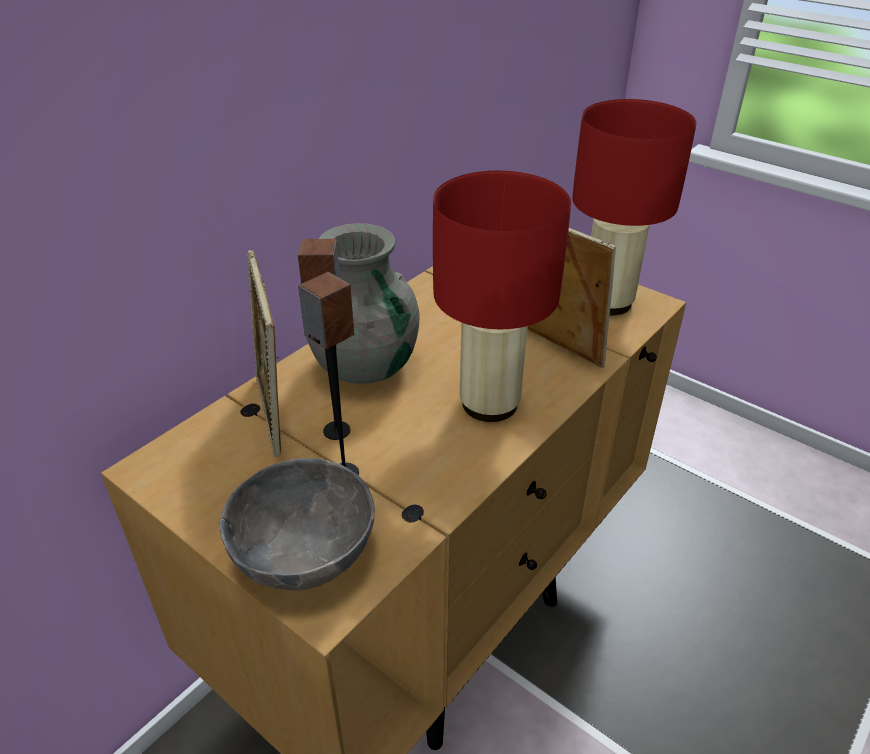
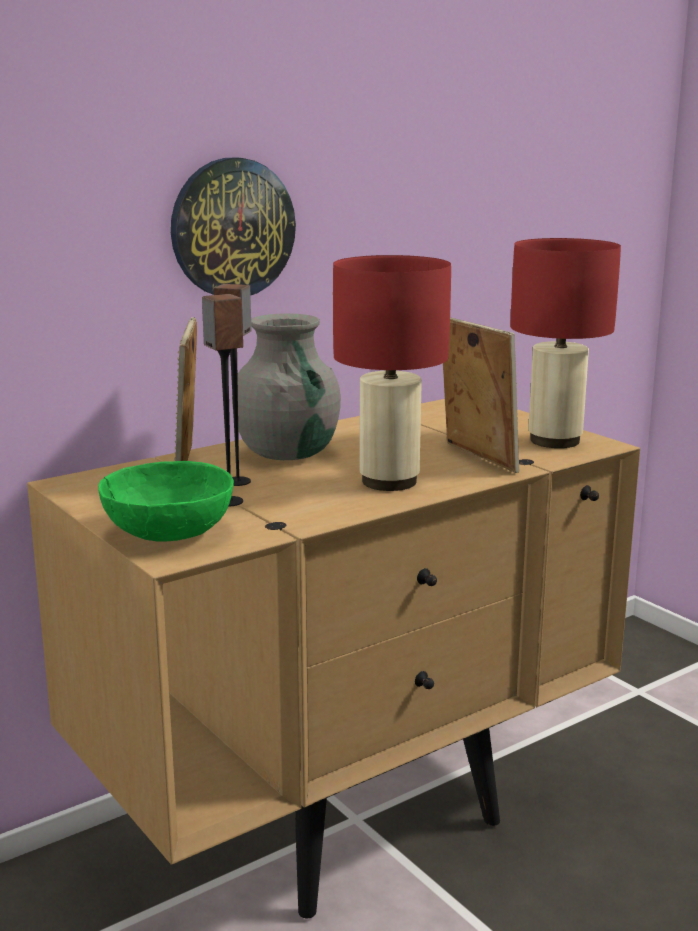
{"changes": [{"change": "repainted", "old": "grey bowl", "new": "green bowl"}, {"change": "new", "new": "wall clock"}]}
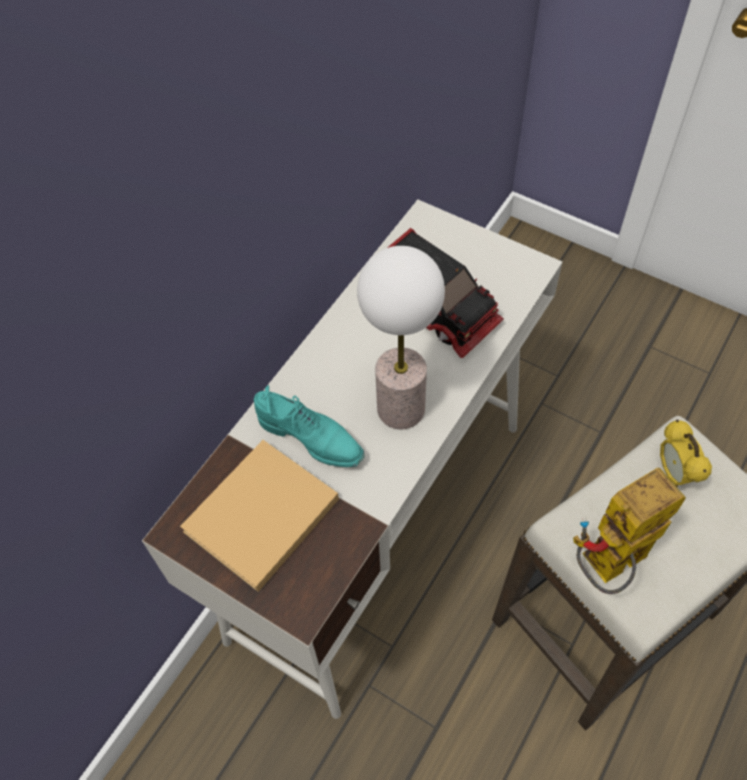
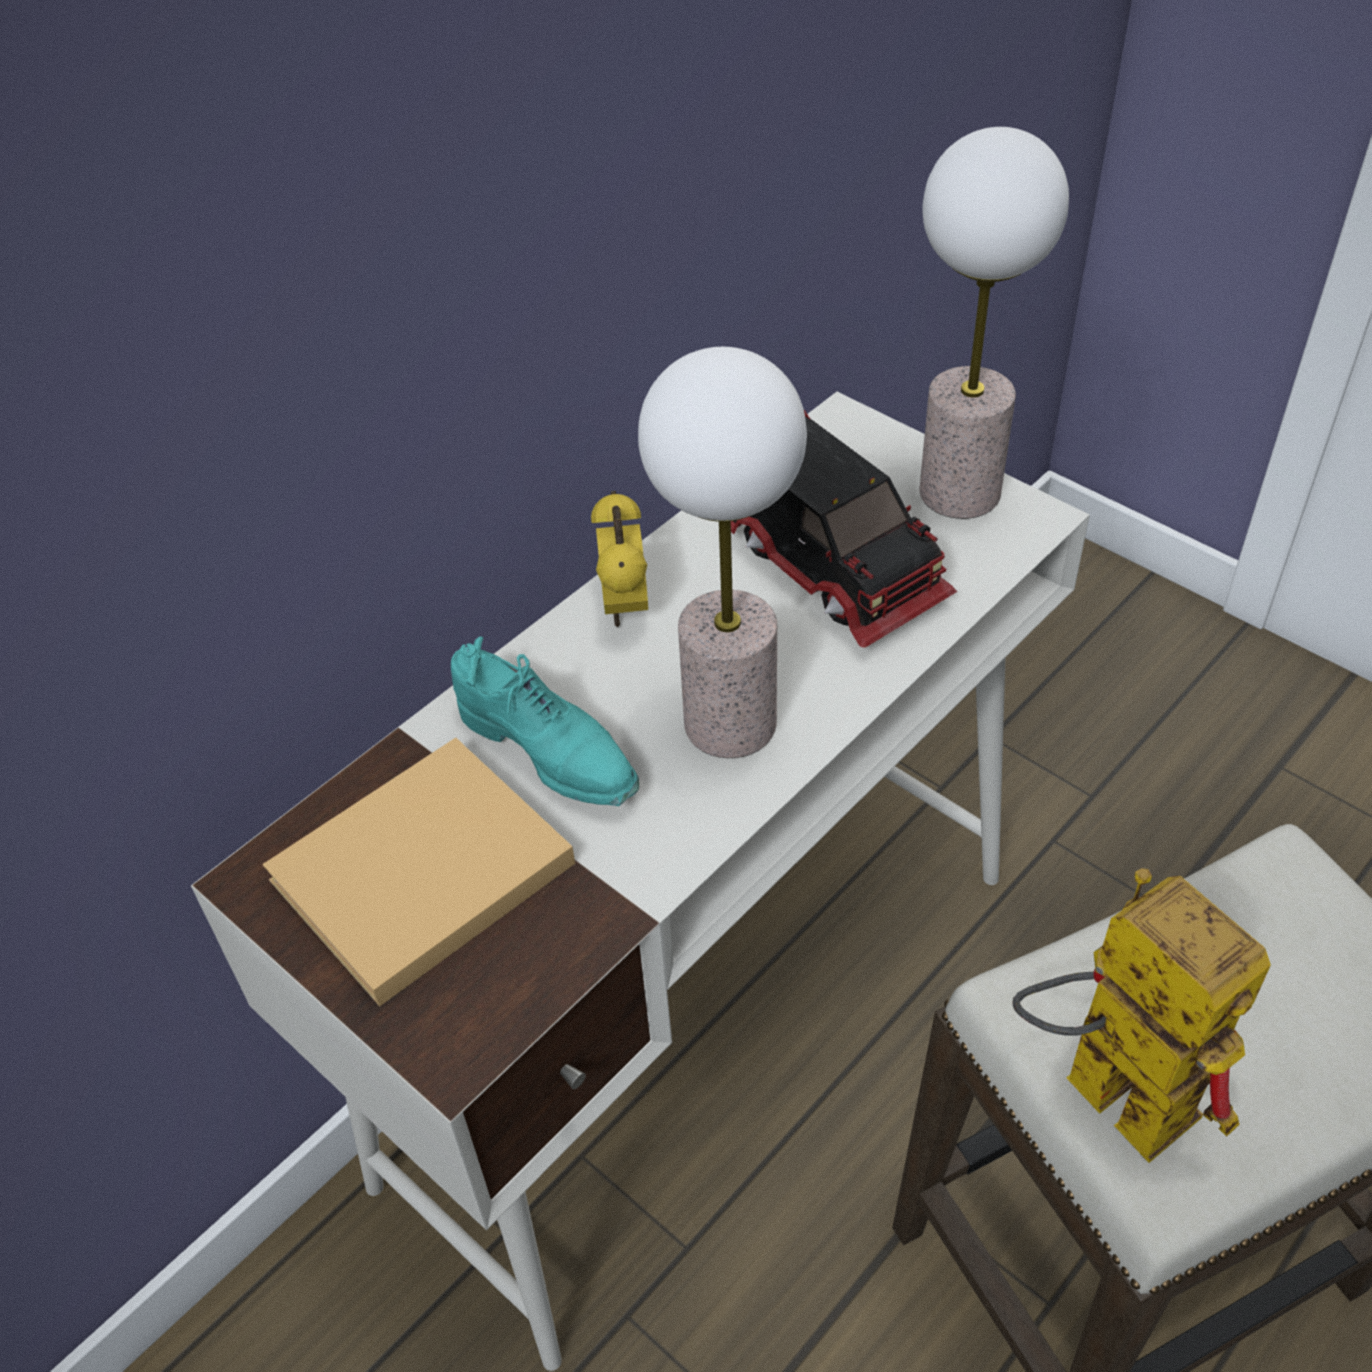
{"changes": [{"change": "shifted", "old": "alarm clock"}, {"change": "new", "new": "table lamp (no. 2 from left)"}, {"change": "rotated", "old": "toy robot", "degrees": 75}]}
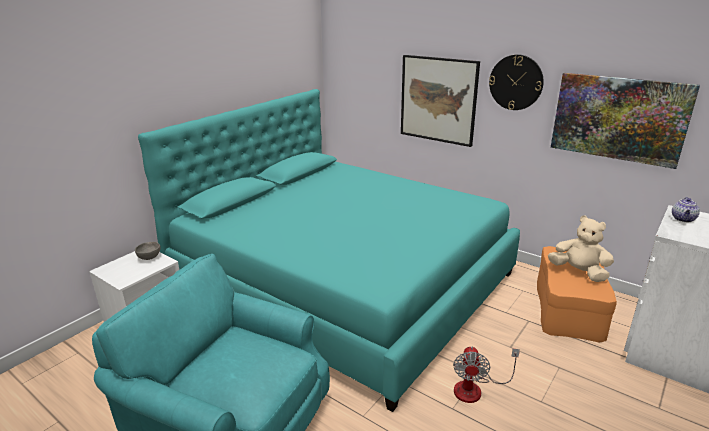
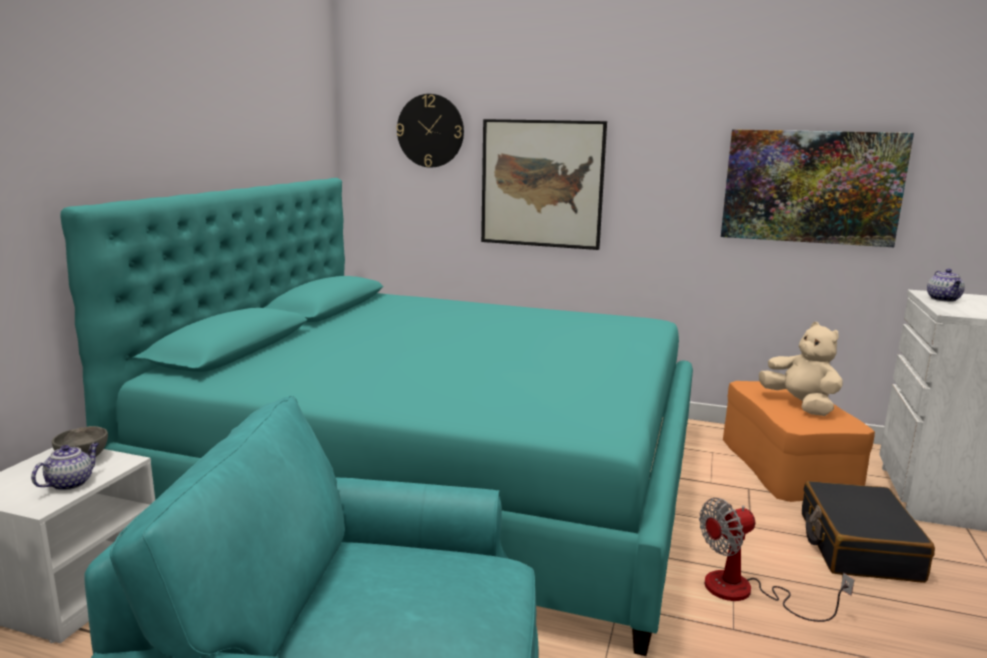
{"changes": [{"change": "new", "new": "teapot (no. 1 from left)"}, {"change": "shifted", "old": "wall clock"}, {"change": "rotated", "old": "fan", "degrees": 75}, {"change": "rotated", "old": "beige plush toy", "degrees": 45}, {"change": "new", "new": "black suitcase"}]}
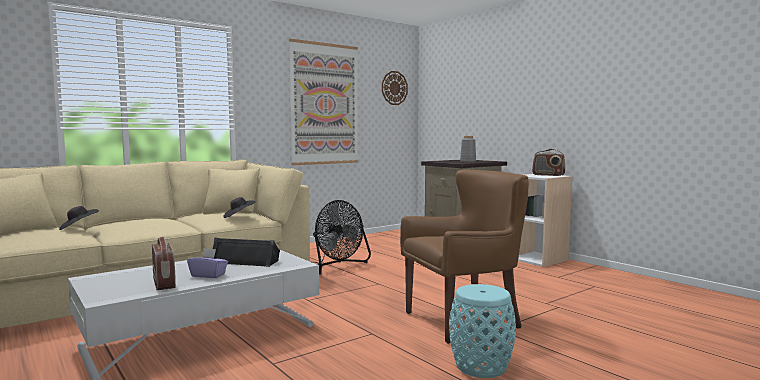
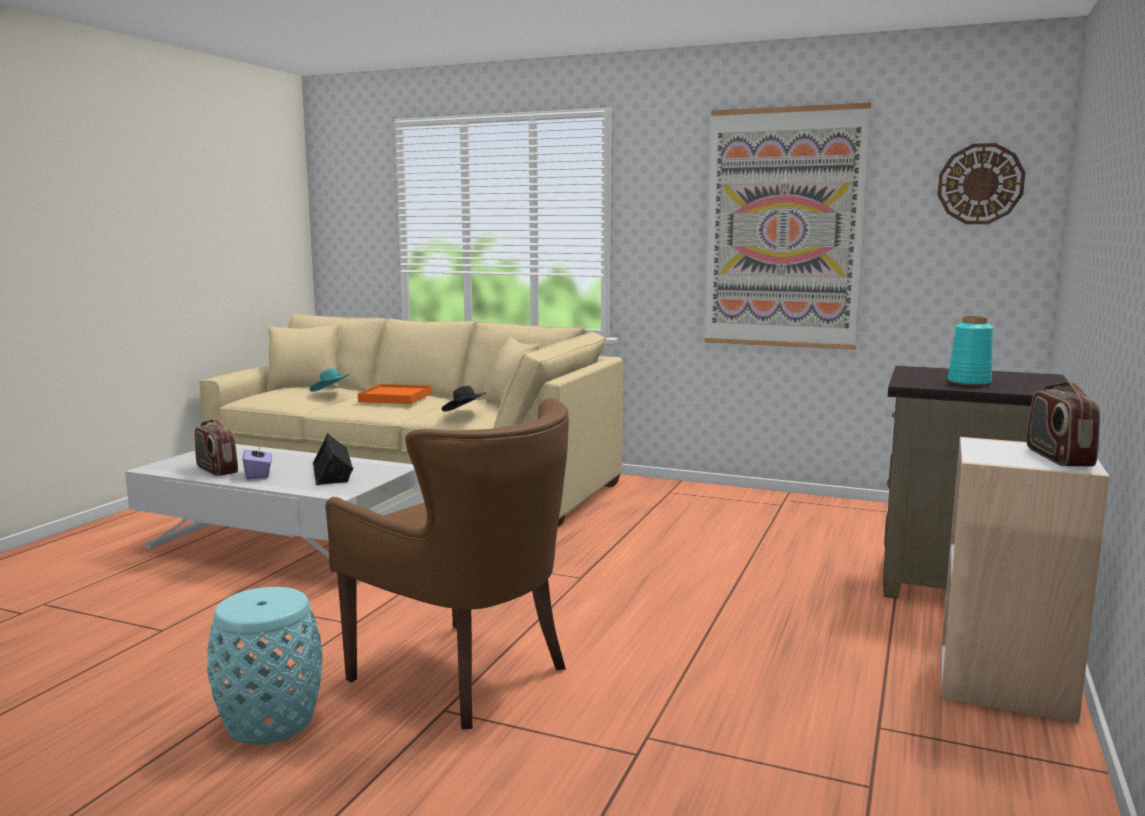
{"changes": [{"change": "rotated", "old": "radio (no. 1 from left)", "degrees": 105}, {"change": "repainted", "old": "black hat (no. 1 from left)", "new": "turquoise hat"}, {"change": "new", "new": "orange tray"}, {"change": "repainted", "old": "grey vase", "new": "turquoise vase"}, {"change": "gone", "old": "black fan"}]}
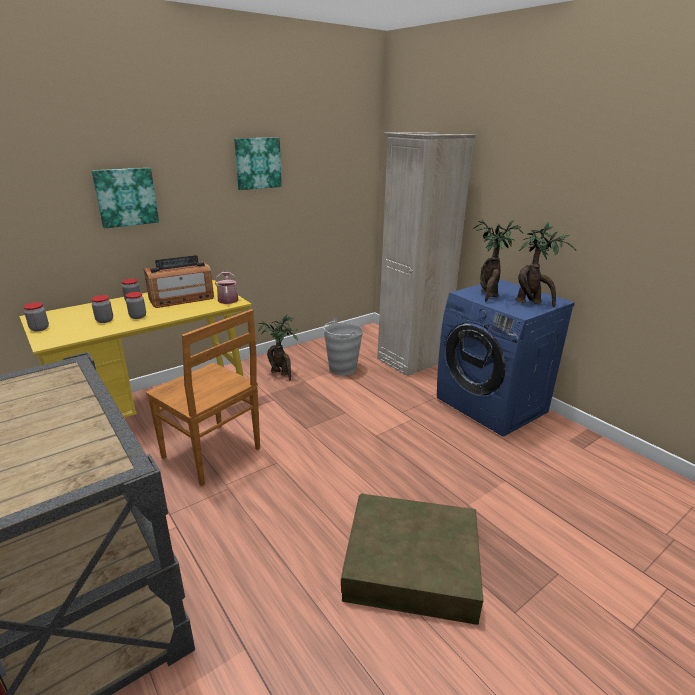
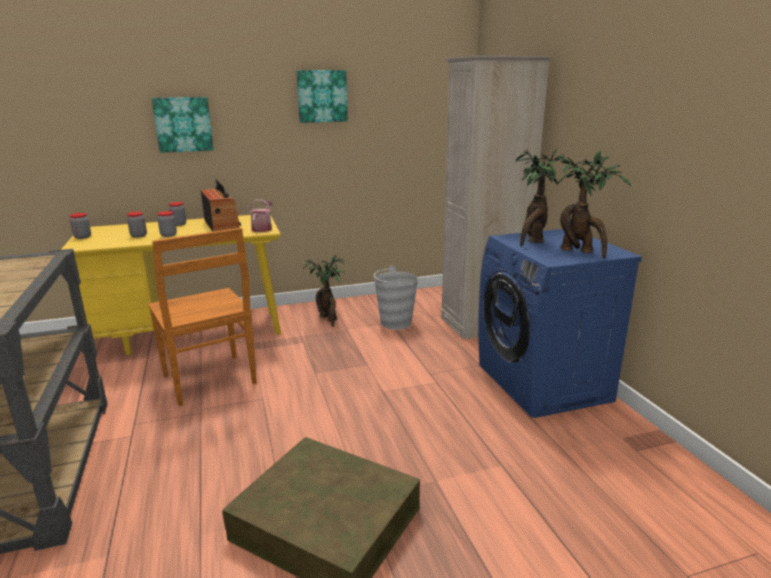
{"changes": [{"change": "rotated", "old": "radio", "degrees": -105}]}
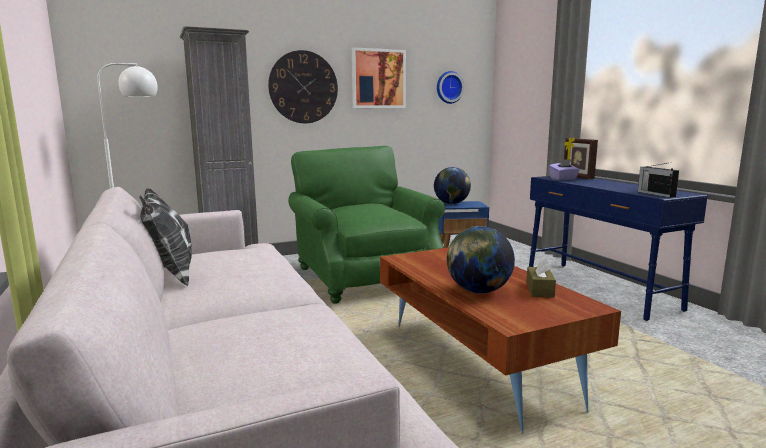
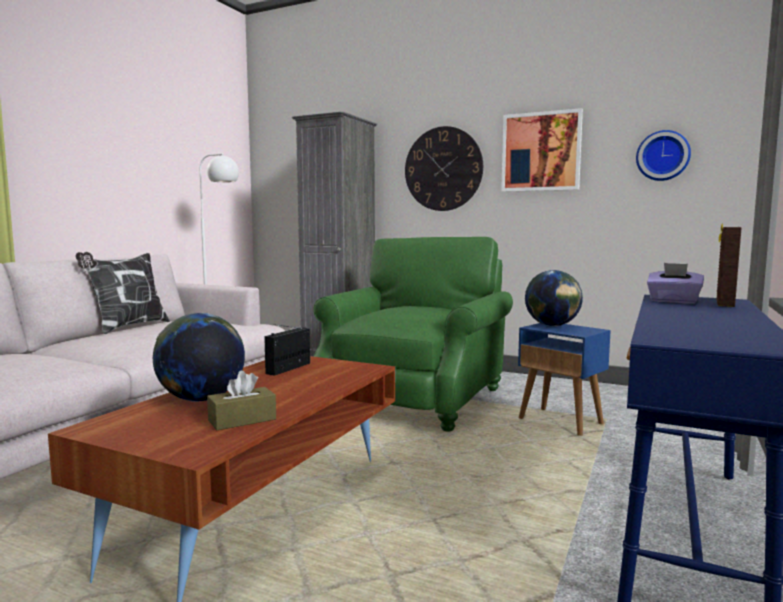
{"changes": [{"change": "shifted", "old": "radio"}]}
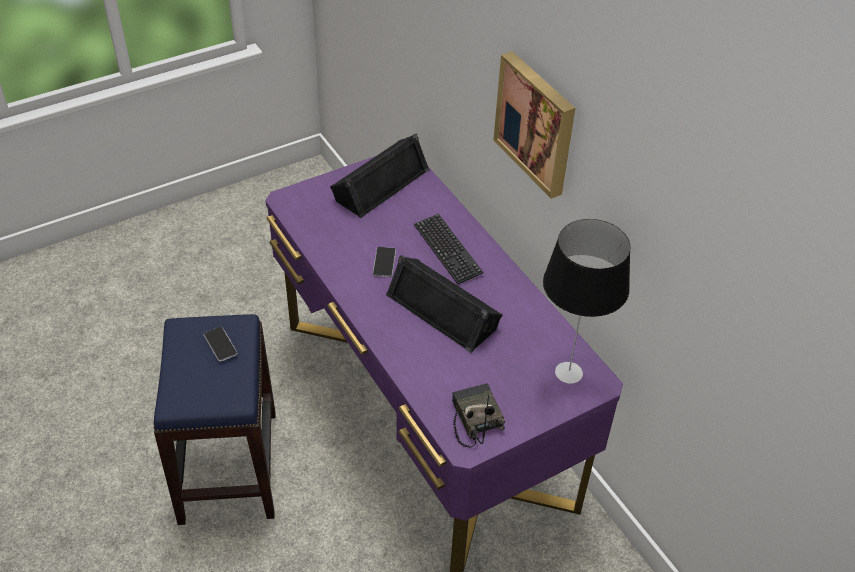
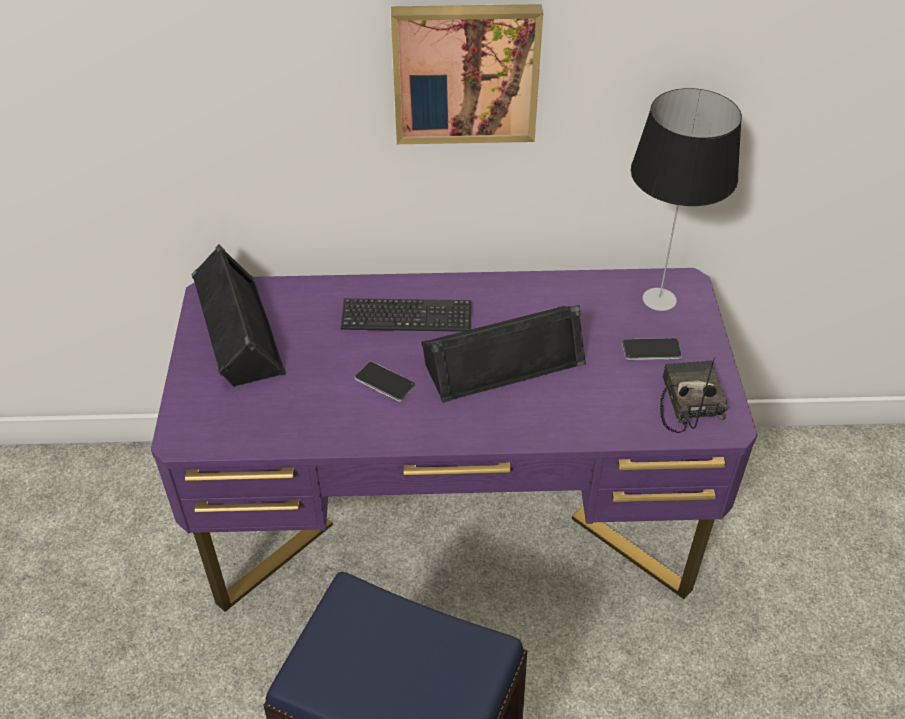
{"changes": [{"change": "shifted", "old": "phone (no. 1 from left in the first image)", "new": "phone (no. 2 from left)"}, {"change": "rotated", "old": "radio", "degrees": 75}]}
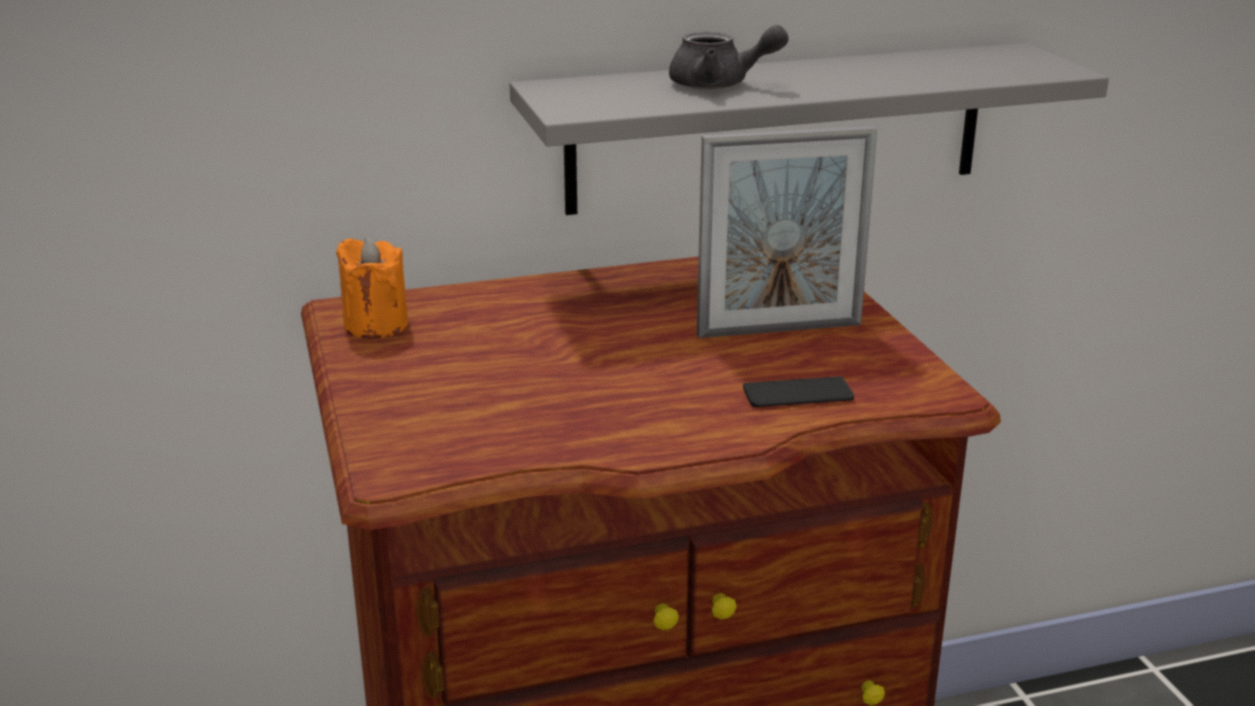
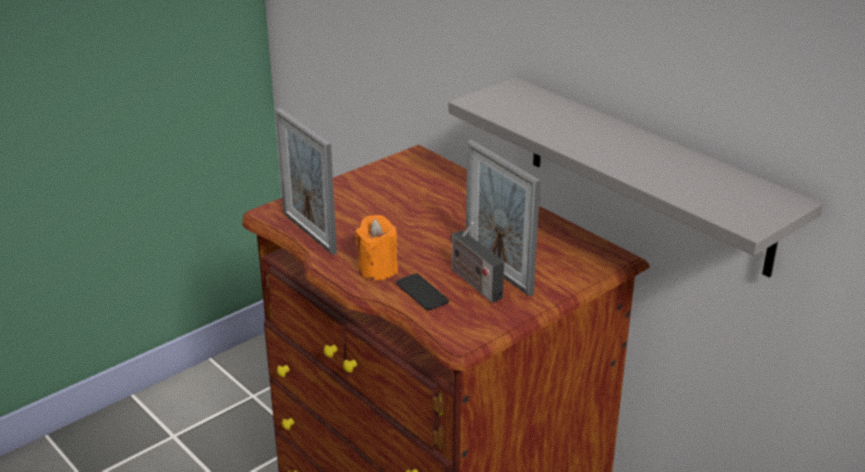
{"changes": [{"change": "new", "new": "picture frame (no. 1 from left)"}, {"change": "shifted", "old": "orange candle"}, {"change": "new", "new": "radio"}, {"change": "gone", "old": "grey teapot"}]}
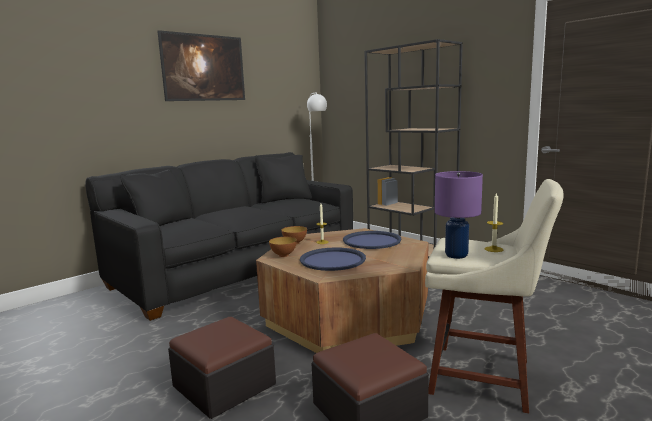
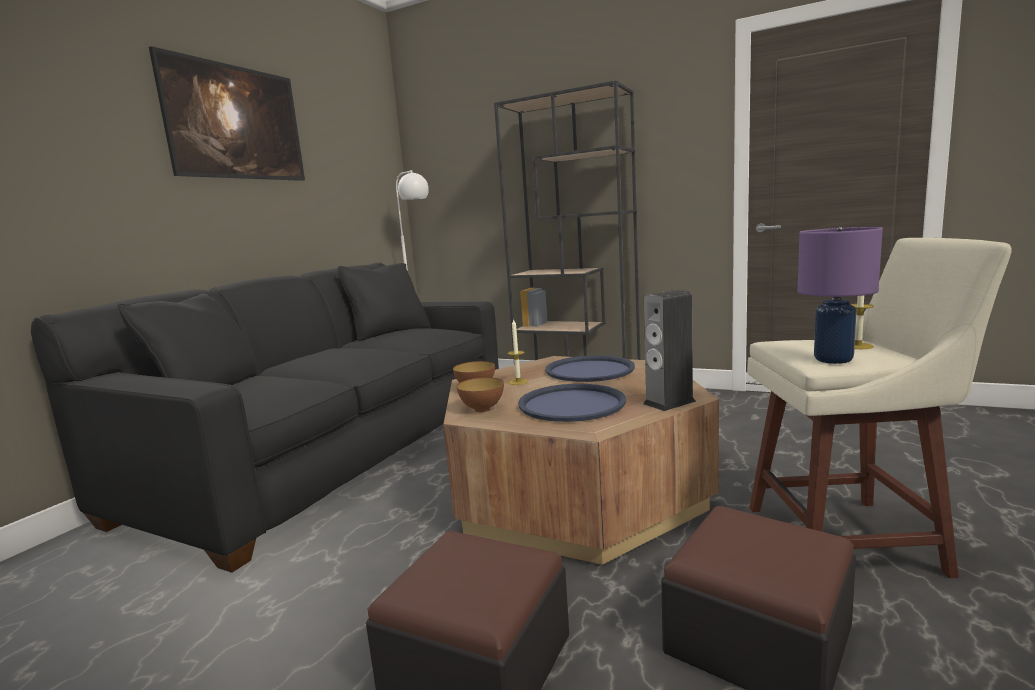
{"changes": [{"change": "new", "new": "speaker"}]}
